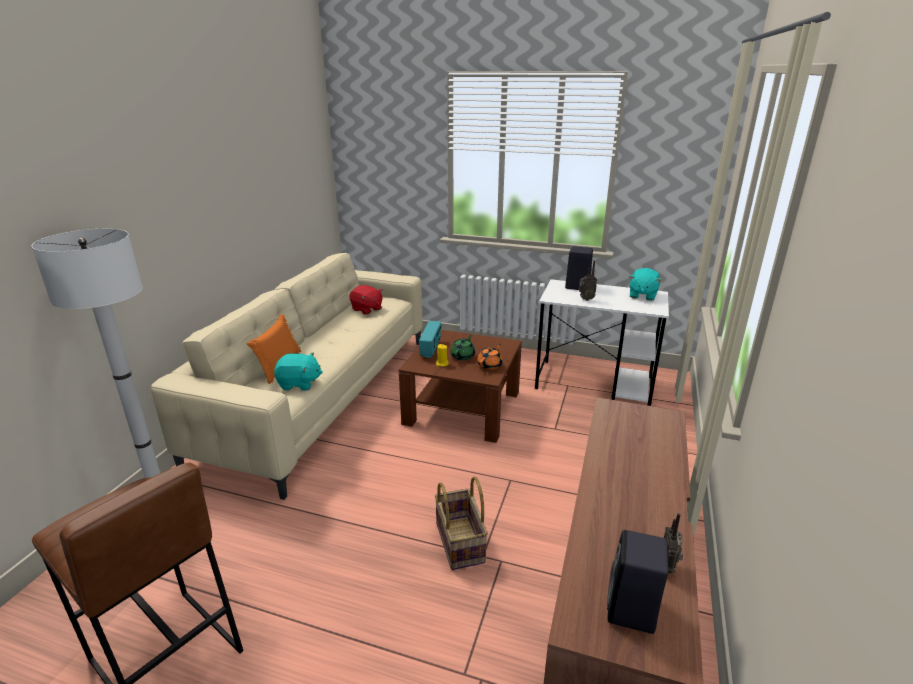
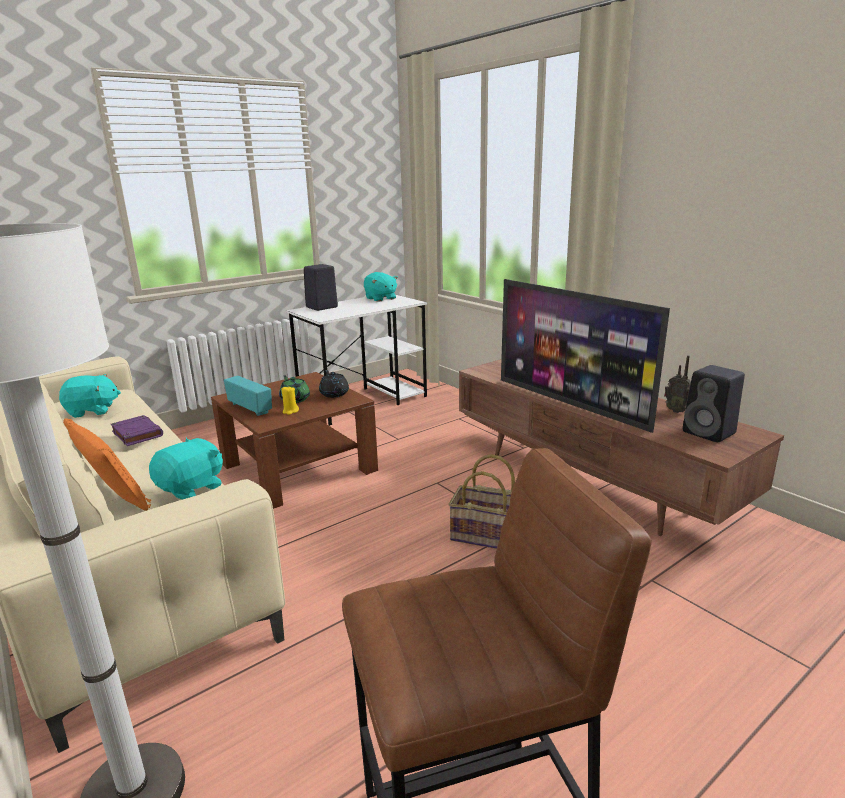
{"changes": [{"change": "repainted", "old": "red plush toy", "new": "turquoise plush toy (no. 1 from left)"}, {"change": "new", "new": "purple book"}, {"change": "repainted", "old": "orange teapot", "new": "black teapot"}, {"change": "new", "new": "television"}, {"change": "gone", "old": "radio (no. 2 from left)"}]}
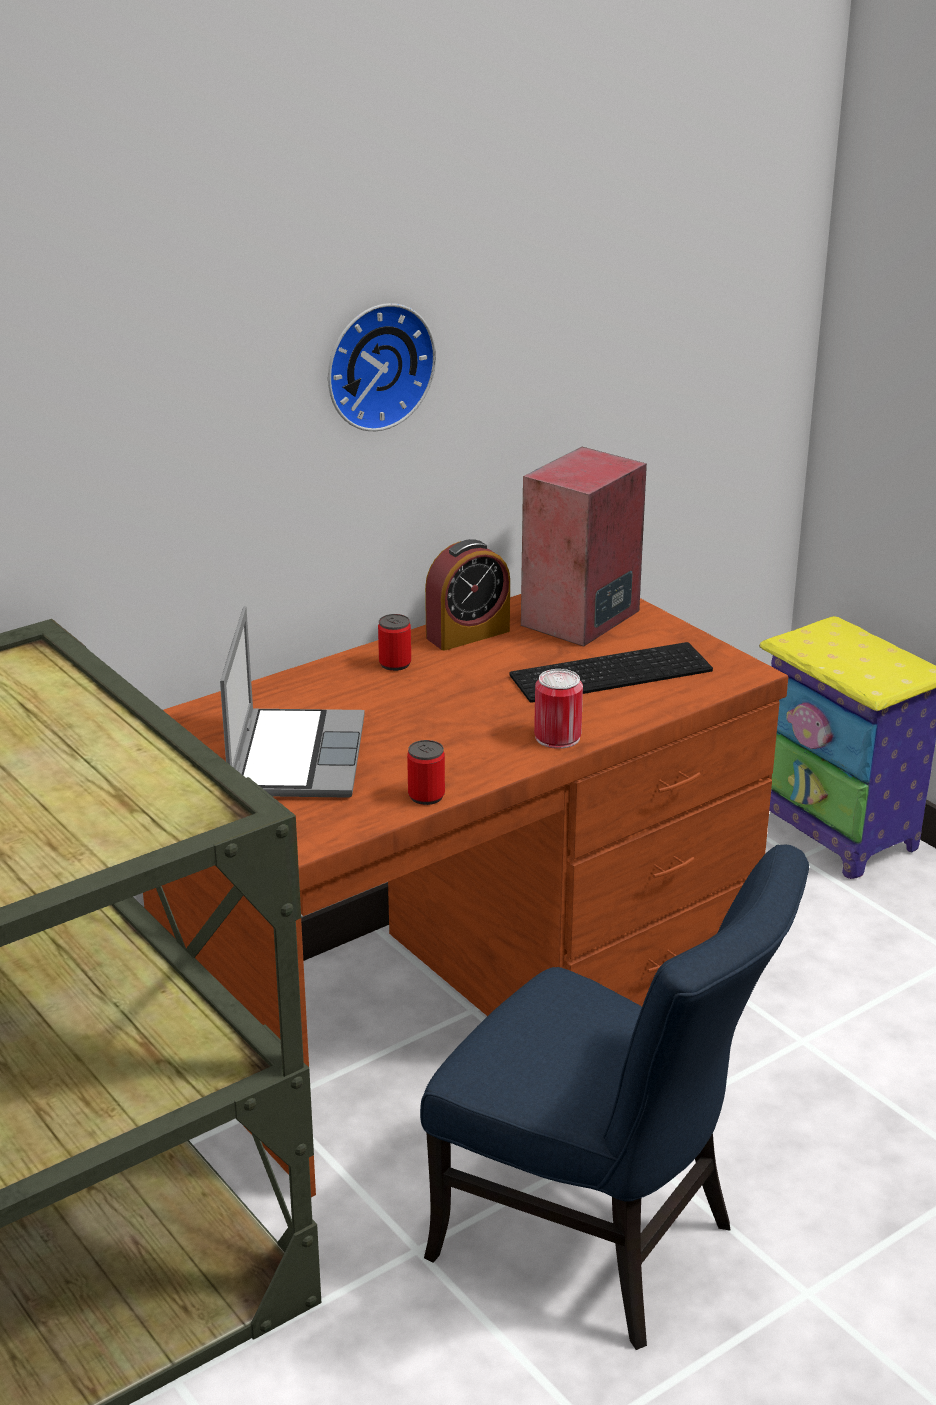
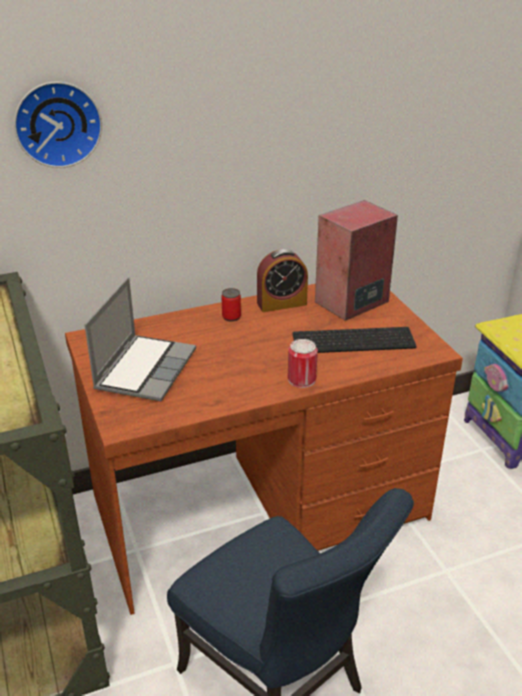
{"changes": [{"change": "shifted", "old": "wall clock"}, {"change": "gone", "old": "can (no. 2 from left)"}]}
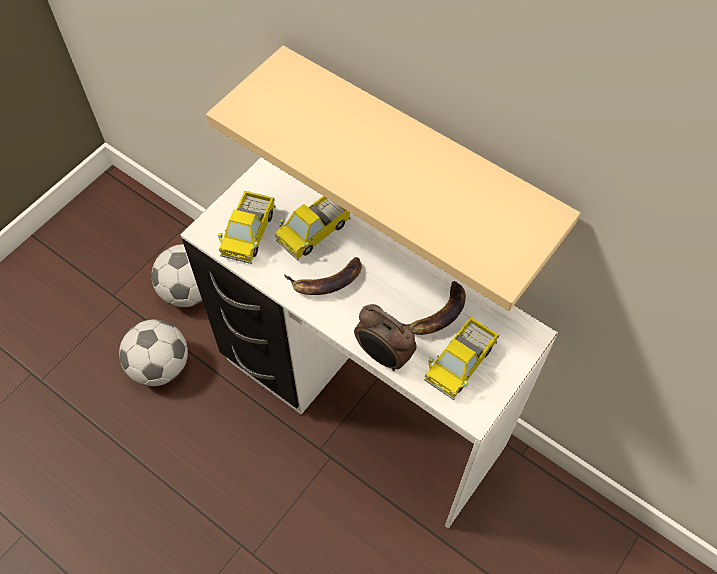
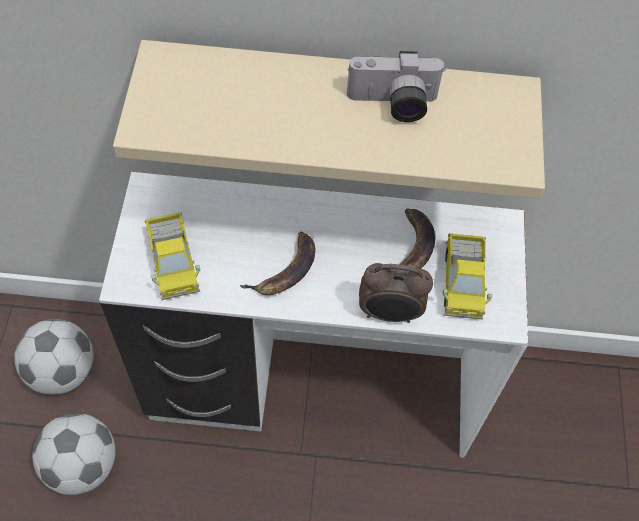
{"changes": [{"change": "new", "new": "photo camera"}, {"change": "gone", "old": "toy truck (no. 2 from left)"}]}
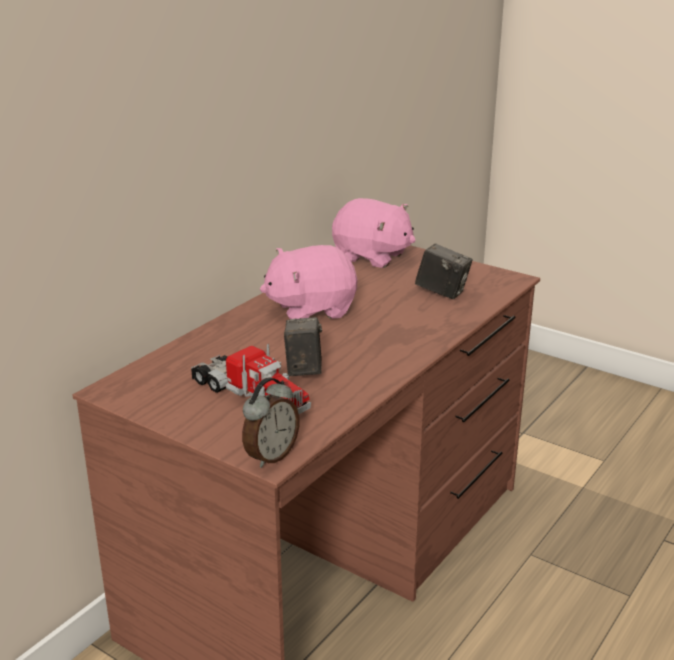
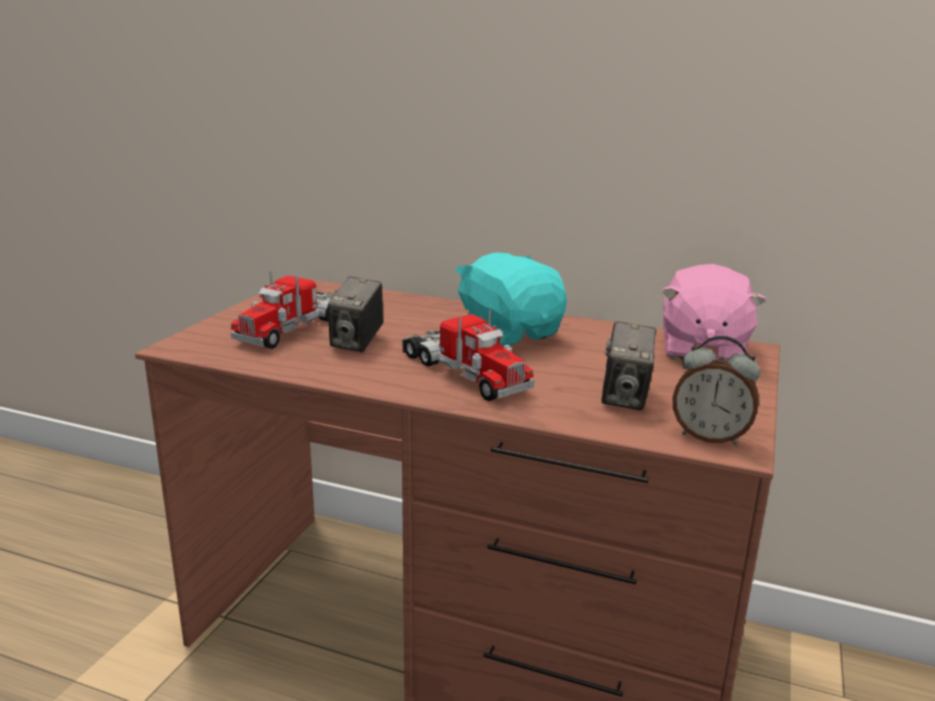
{"changes": [{"change": "rotated", "old": "photo camera (no. 1 from left)", "degrees": 120}, {"change": "new", "new": "toy truck (no. 2 from left)"}, {"change": "repainted", "old": "pink plush toy (no. 1 from left)", "new": "turquoise plush toy"}, {"change": "shifted", "old": "alarm clock"}]}
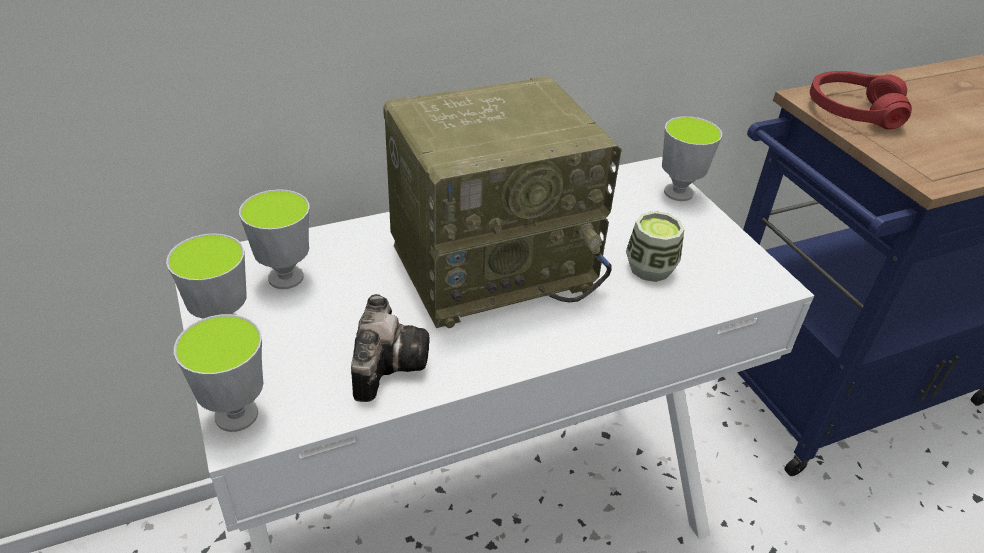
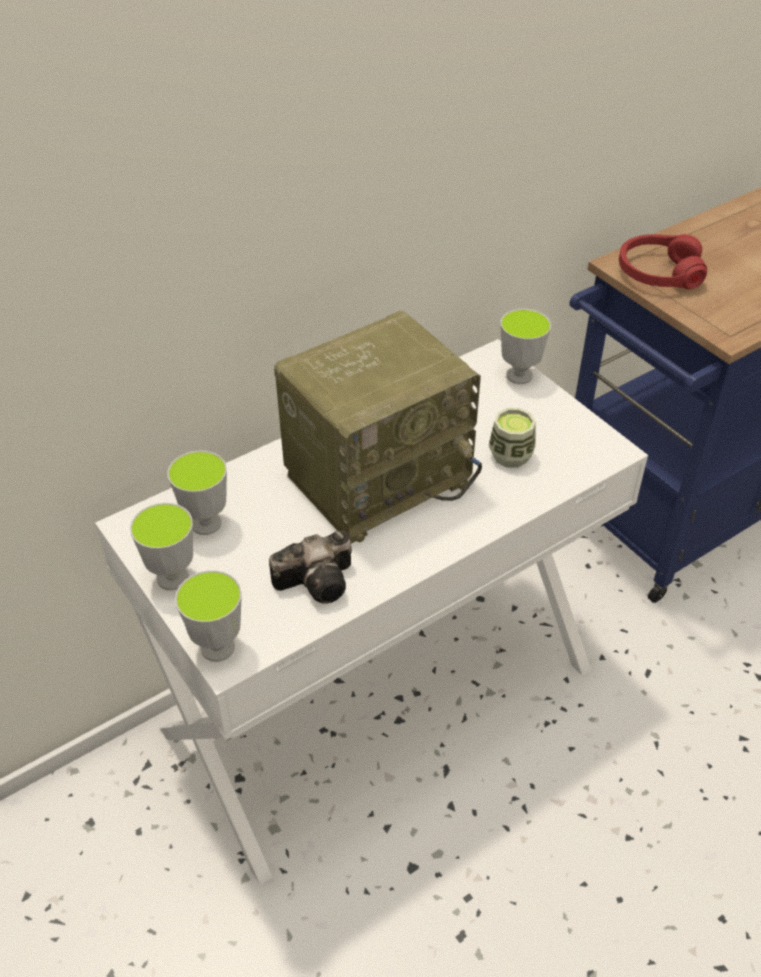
{"changes": [{"change": "rotated", "old": "photo camera", "degrees": 75}]}
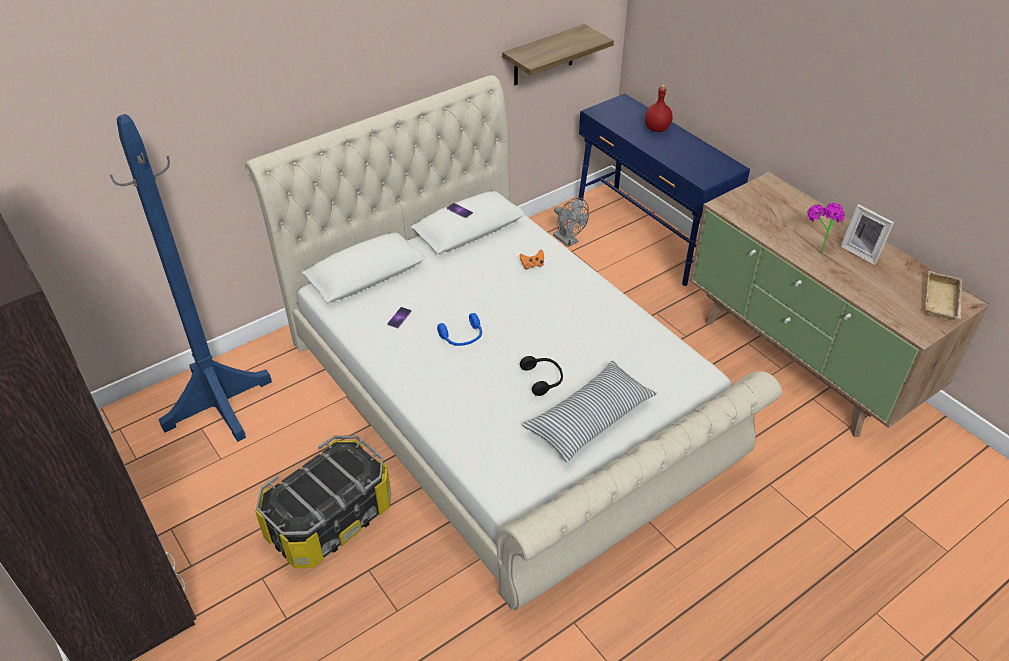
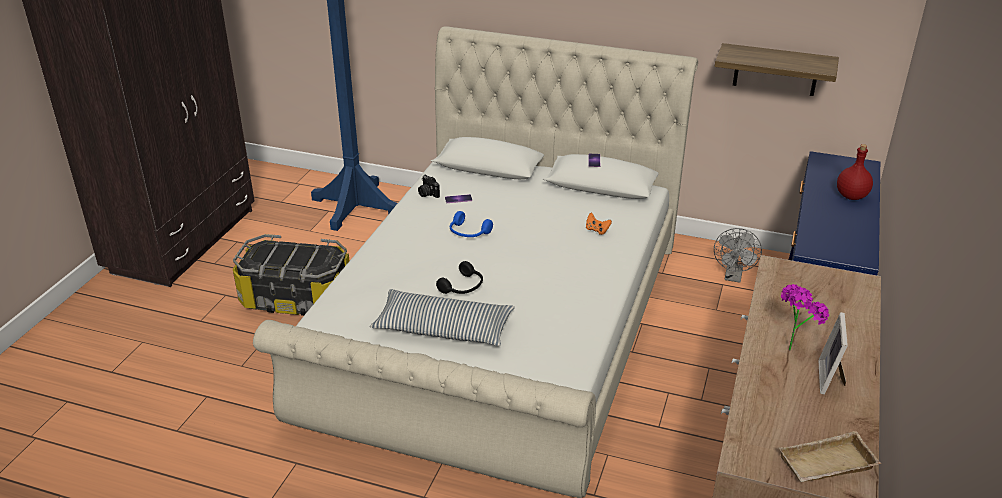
{"changes": [{"change": "new", "new": "photo camera"}]}
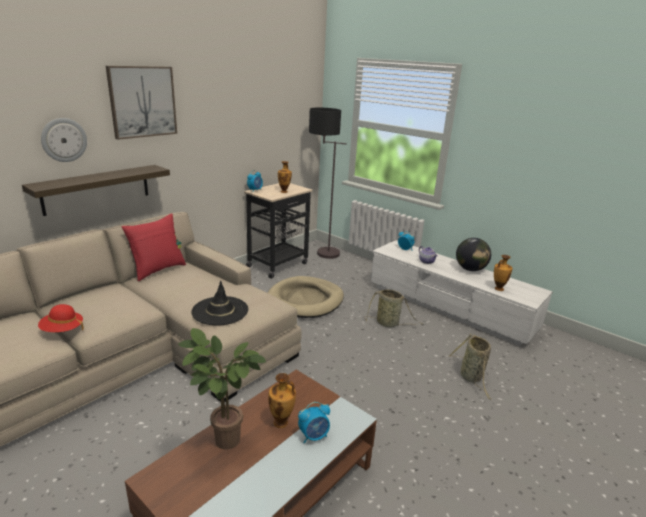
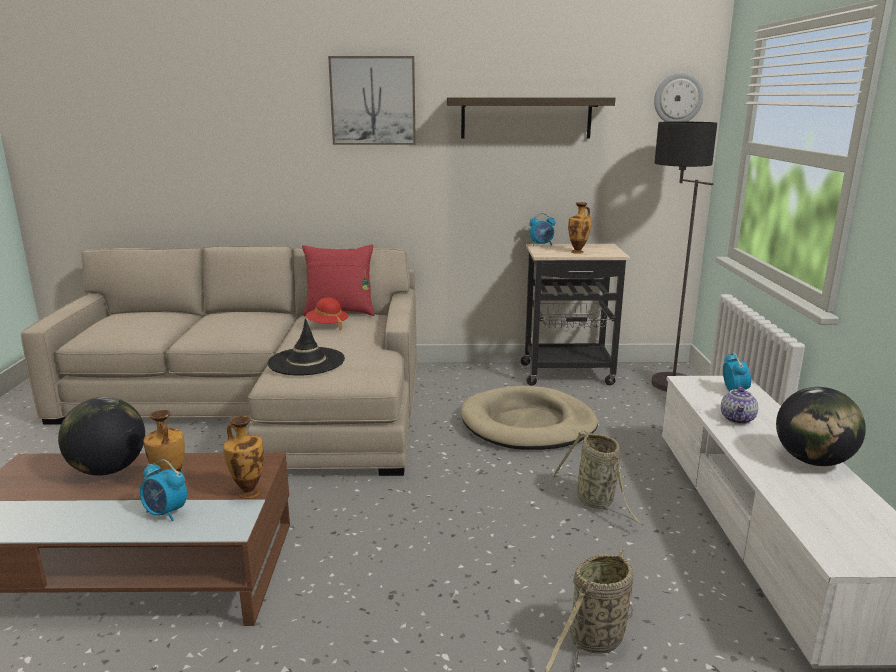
{"changes": [{"change": "swapped", "old": "potted plant", "new": "globe (no. 1 from left)"}, {"change": "shifted", "old": "vase (no. 3 from left in the first image)", "new": "vase (no. 2 from left)"}, {"change": "shifted", "old": "red hat"}, {"change": "shifted", "old": "shelf"}, {"change": "shifted", "old": "wall clock"}]}
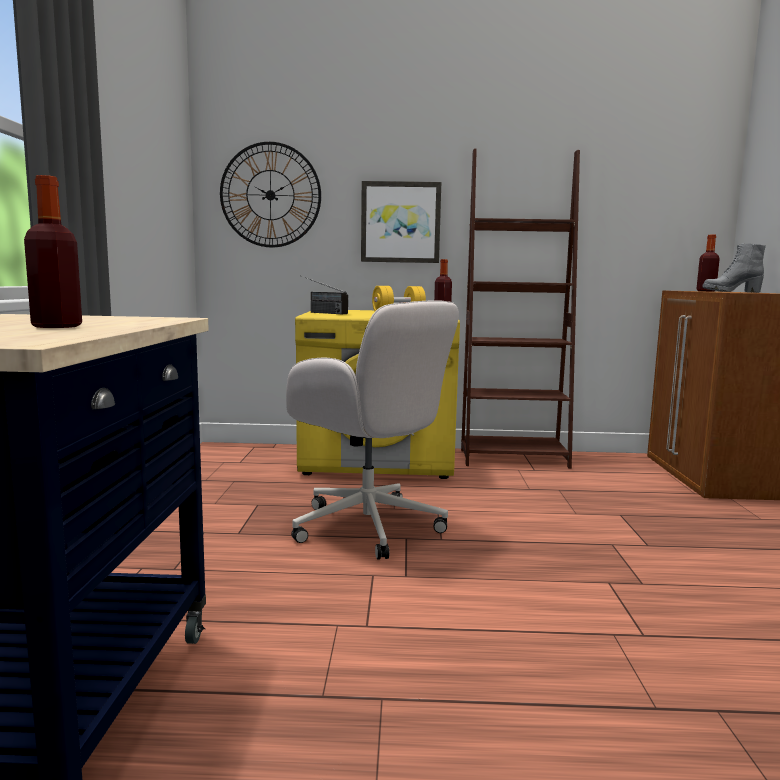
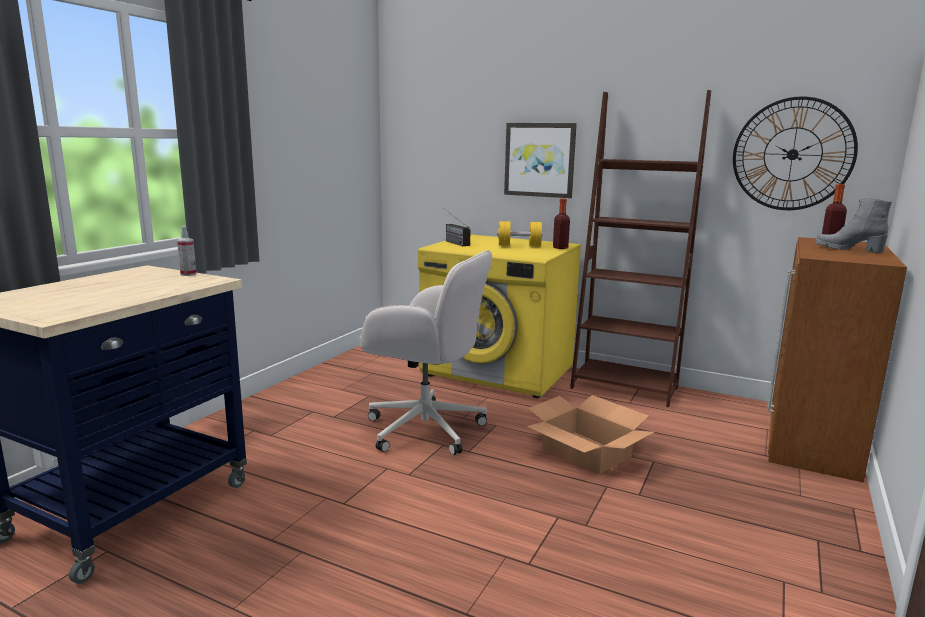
{"changes": [{"change": "new", "new": "spray bottle"}, {"change": "rotated", "old": "white office chair", "degrees": -45}, {"change": "new", "new": "cardboard box"}, {"change": "shifted", "old": "wall clock"}, {"change": "gone", "old": "bottle (no. 1 from left)"}]}
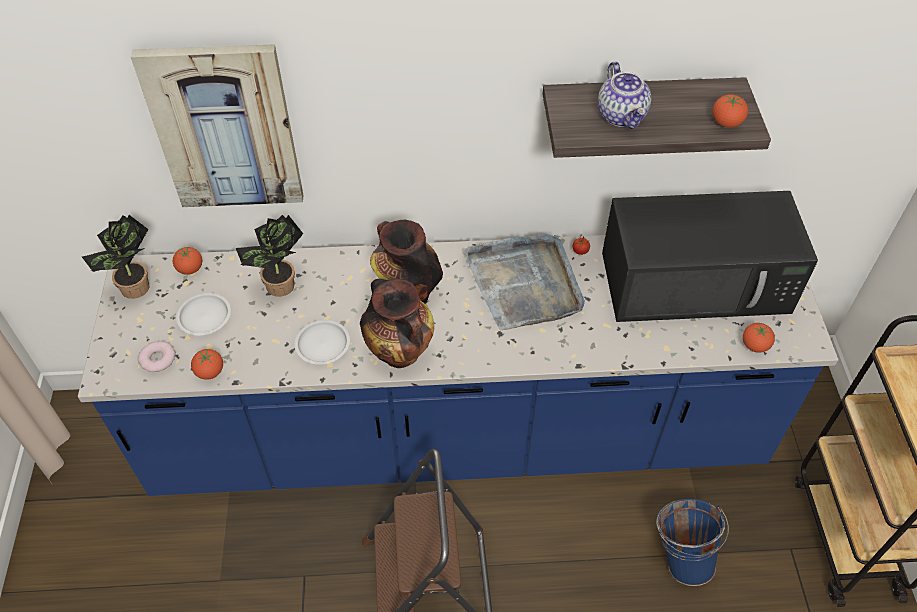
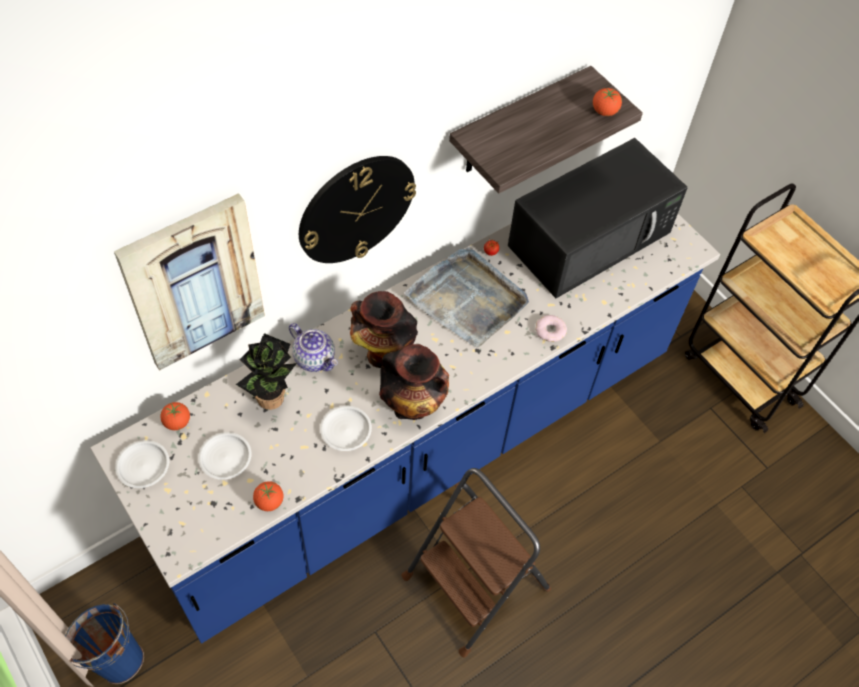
{"changes": [{"change": "shifted", "old": "blue bucket"}, {"change": "swapped", "old": "potted plant (no. 1 from left)", "new": "white plate (no. 1 from left)"}, {"change": "shifted", "old": "teapot"}, {"change": "new", "new": "wall clock"}, {"change": "shifted", "old": "donut"}, {"change": "gone", "old": "tomato (no. 5 from left)"}]}
